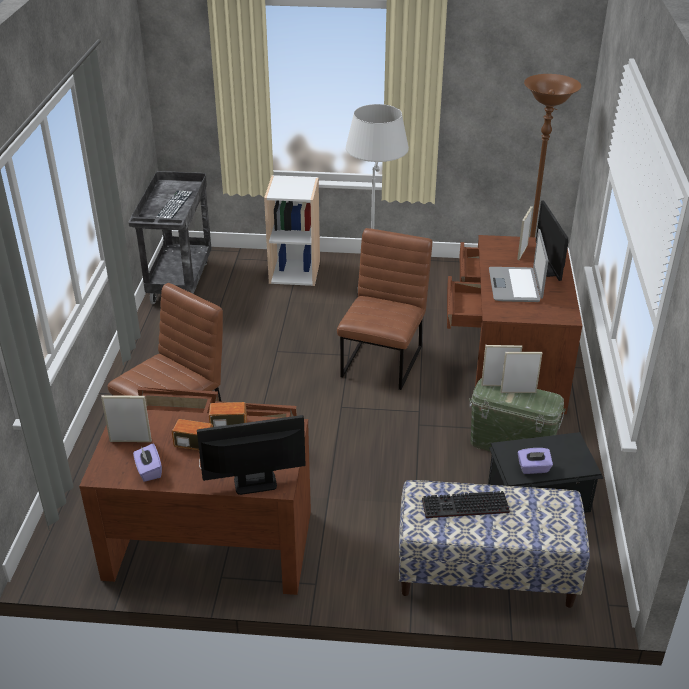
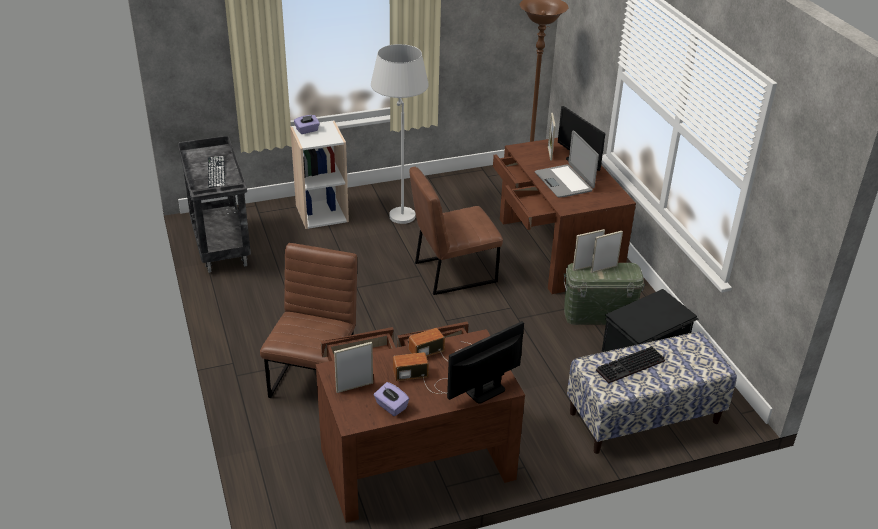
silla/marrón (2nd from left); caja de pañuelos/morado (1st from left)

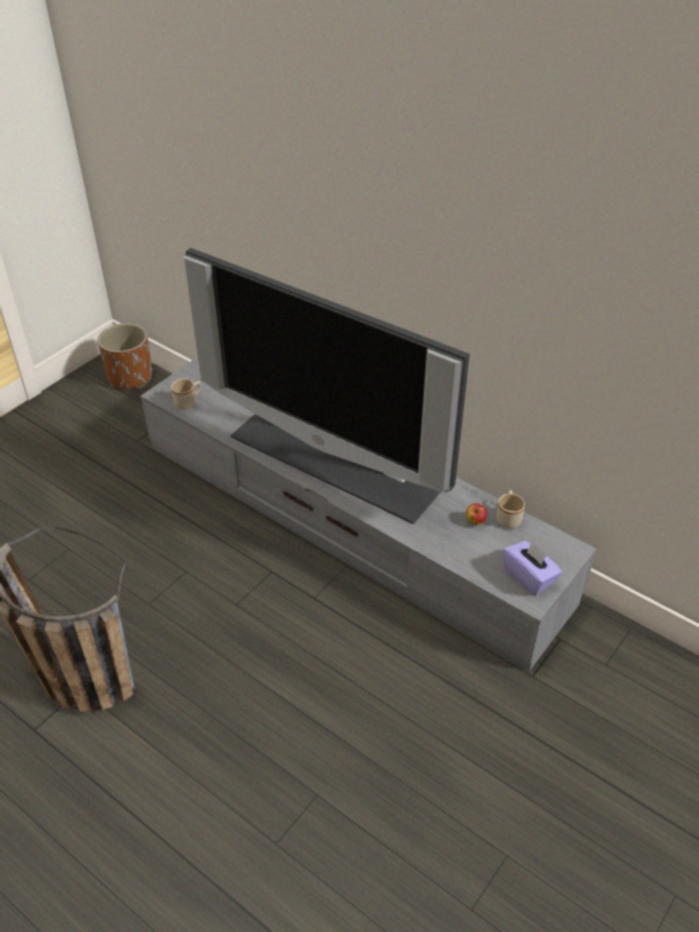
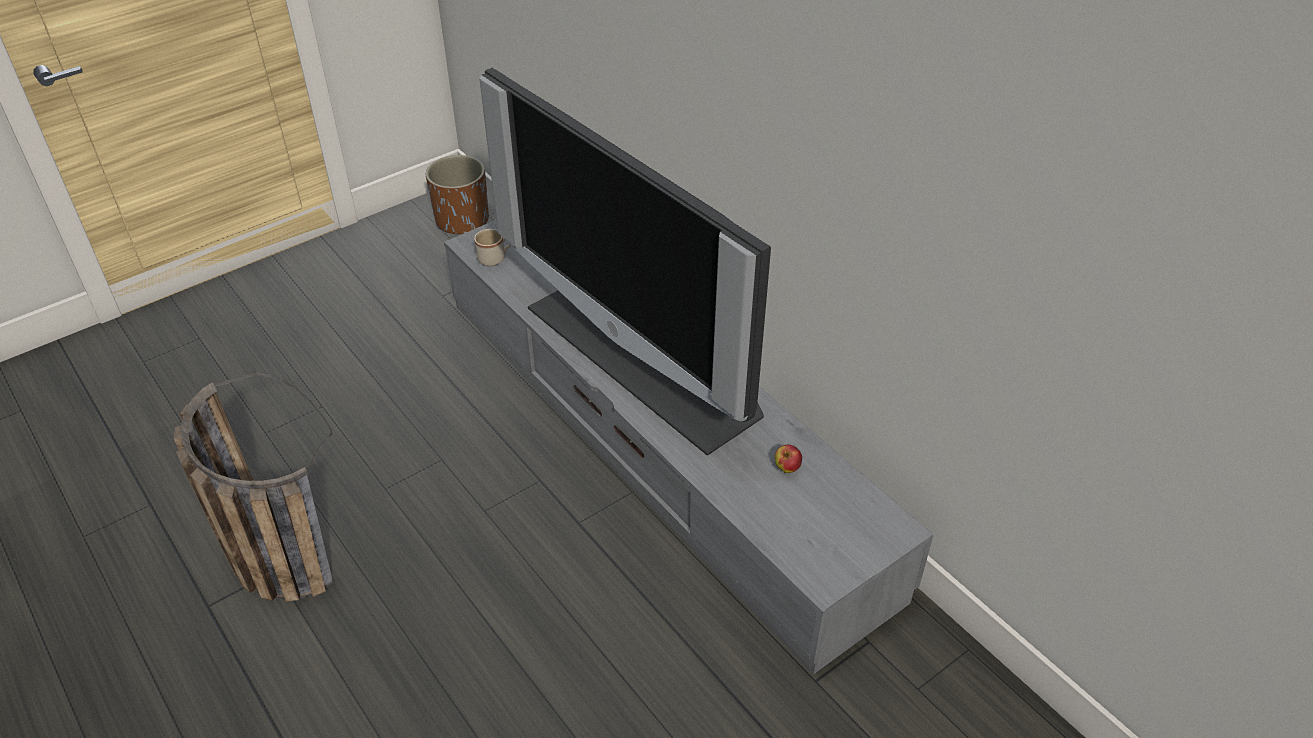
taza grande/beis (2nd from left in the first image); caja de pañuelos/morado

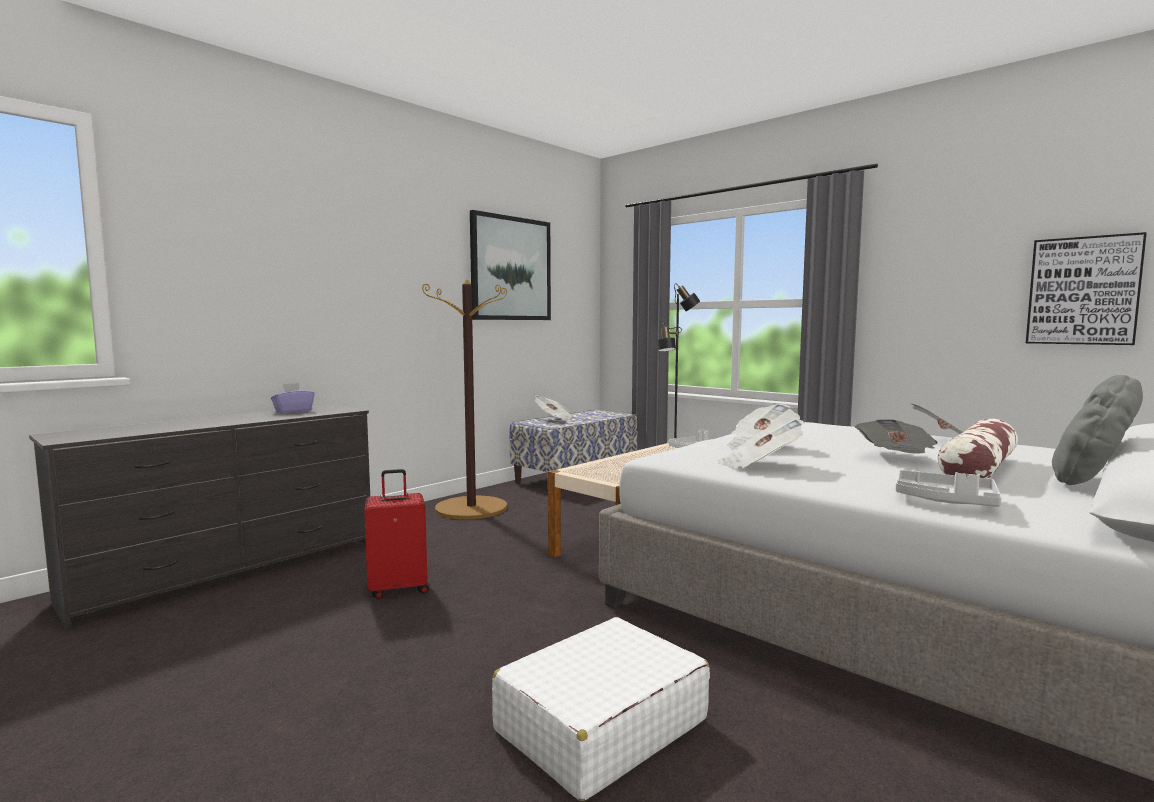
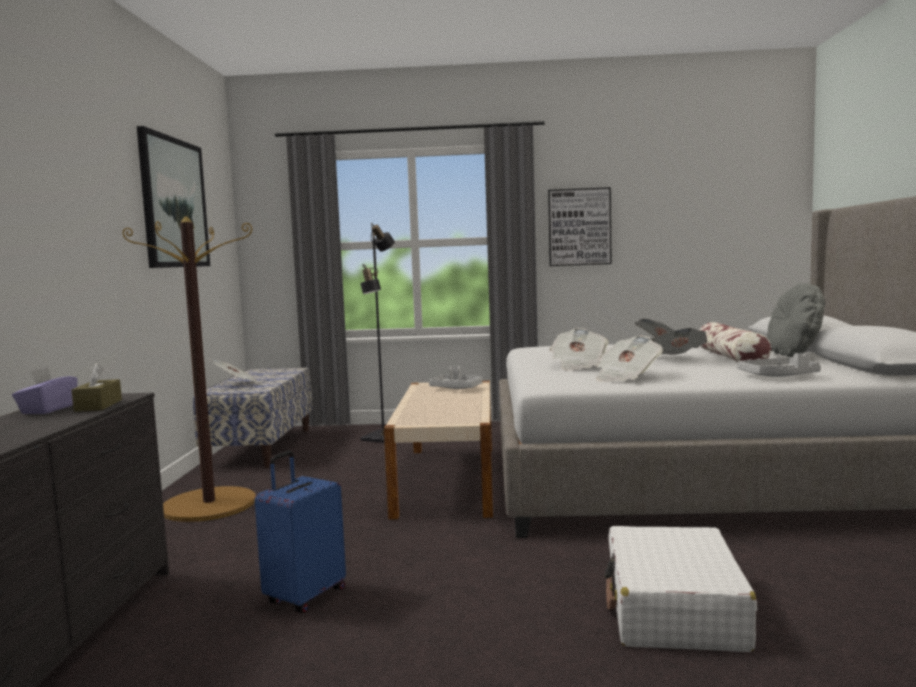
maleta/azul; cuadro (2nd from left); caja de pañuelos/marrón

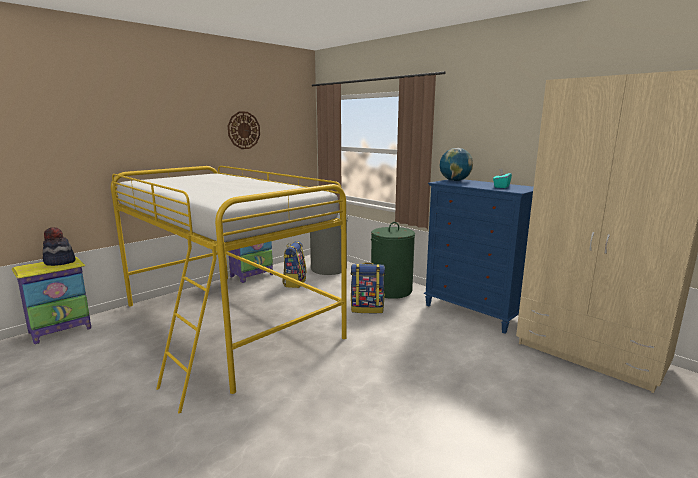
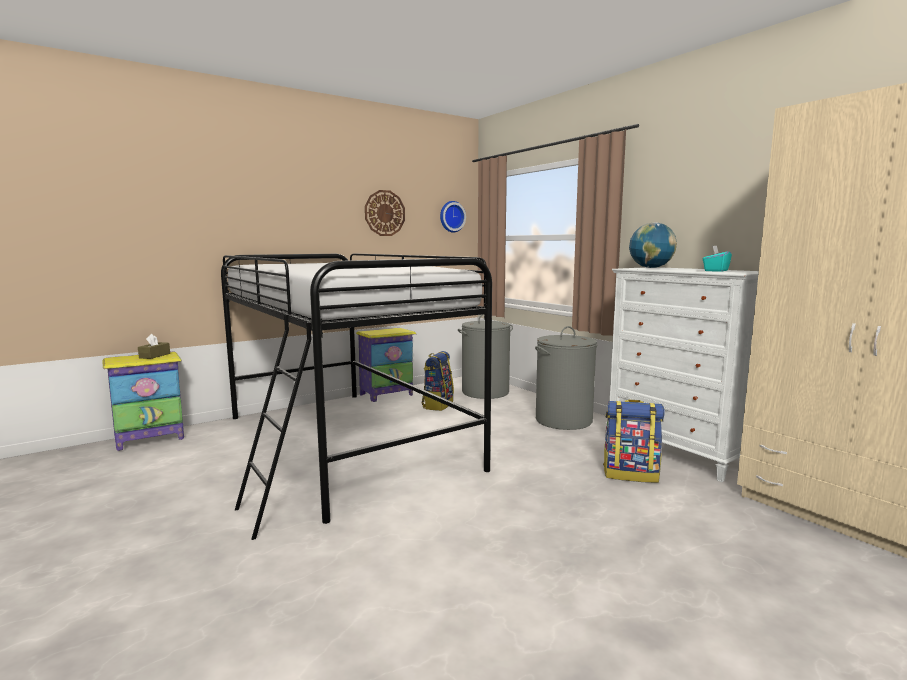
caja de pañuelos/marrón; cama/negro; mochila (2nd from left); cesto de la ropa/gris (2nd from left); cómoda/blanco; reloj de pared (2nd from left)

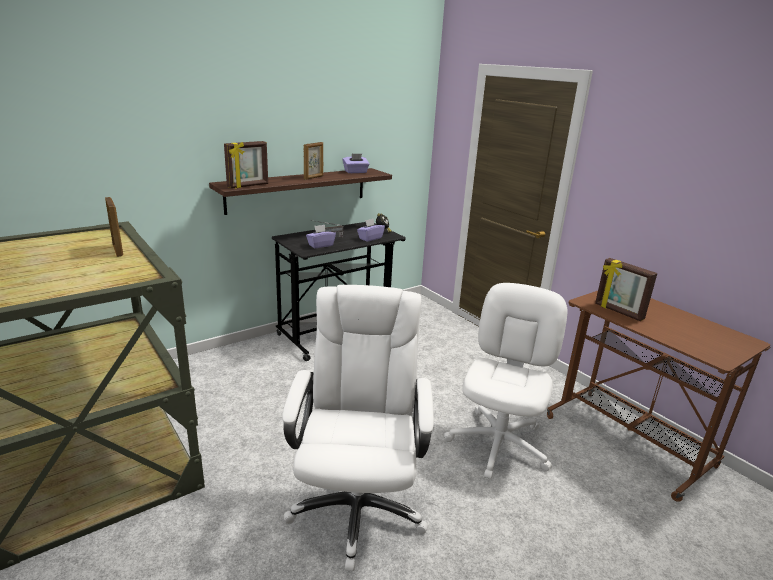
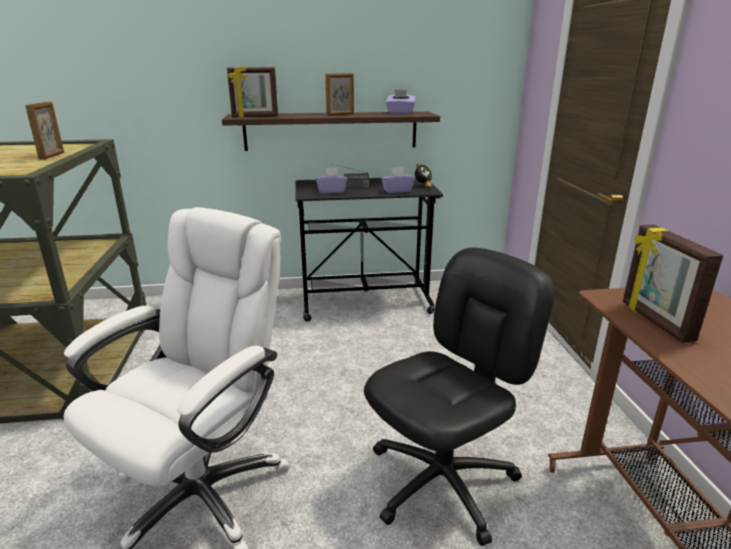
silla de oficina/negro

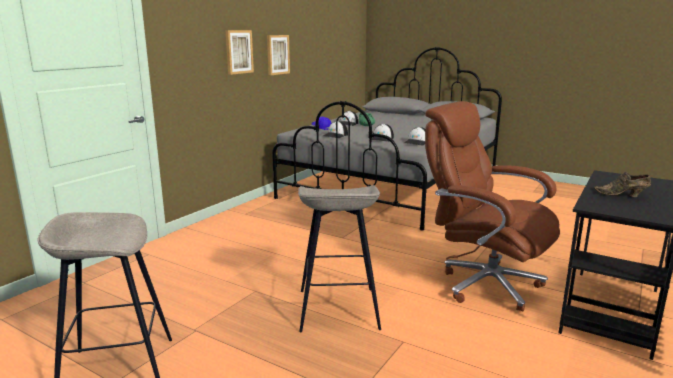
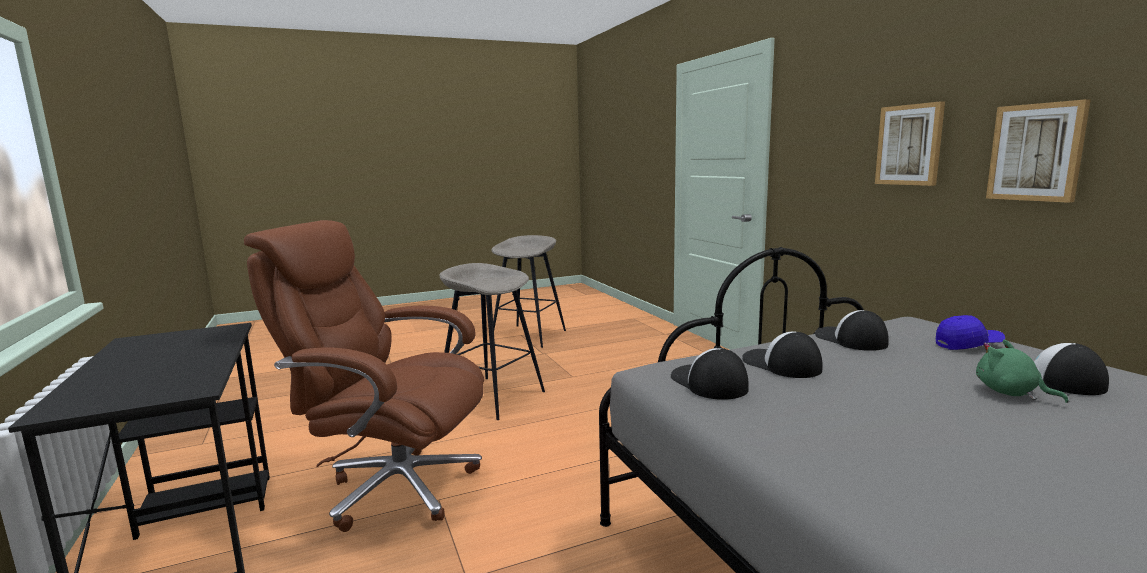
silla de oficina/marrón; zapato/marrón

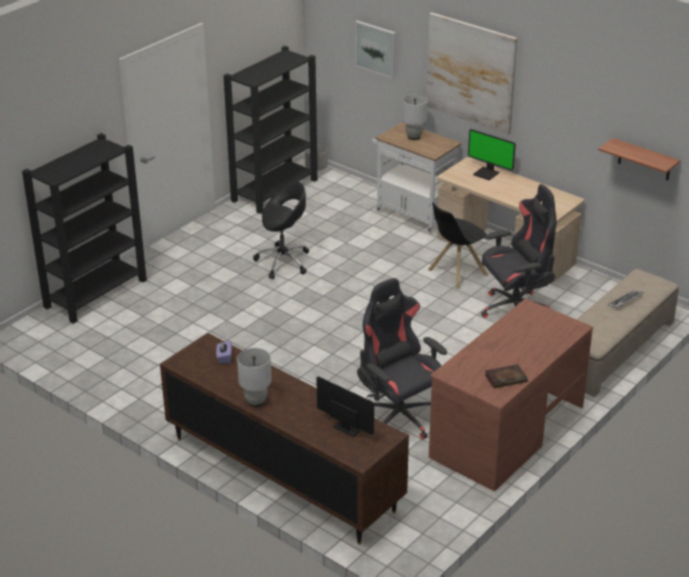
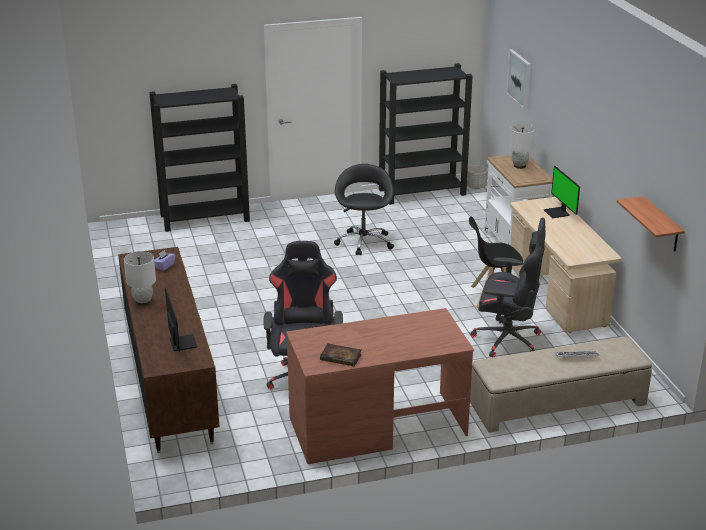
silla de oficina/negro (2nd from left); cuadro (2nd from left in the first image)

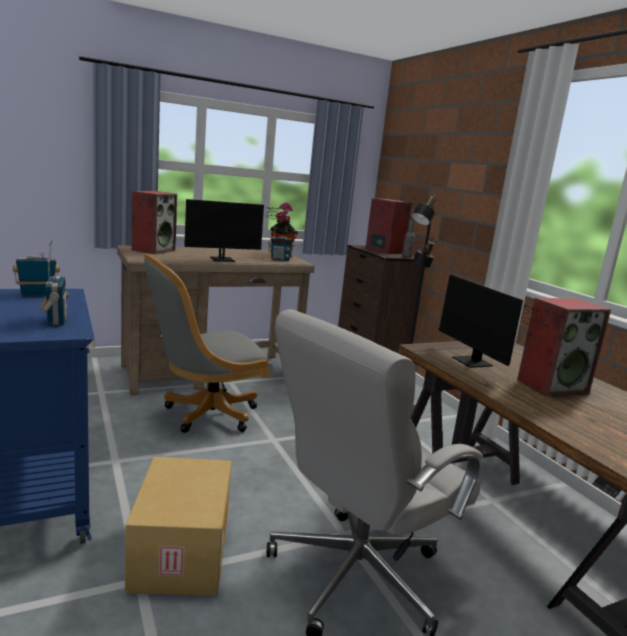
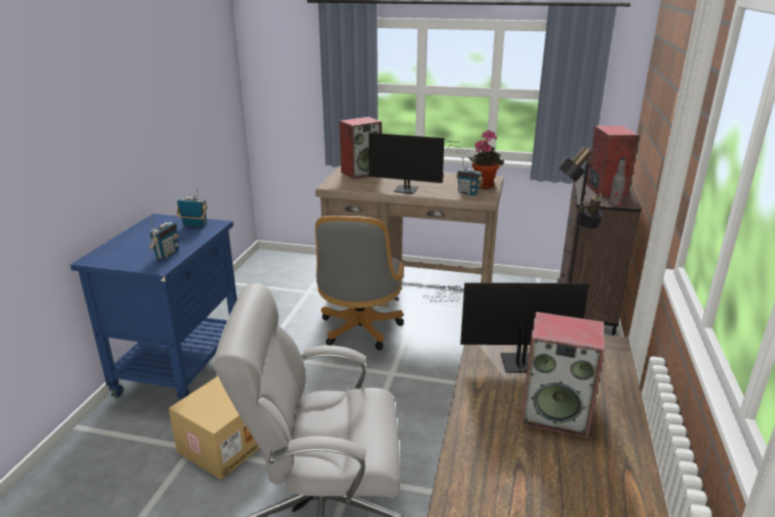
silla de oficina/gris (2nd from left); monitor (2nd from left)

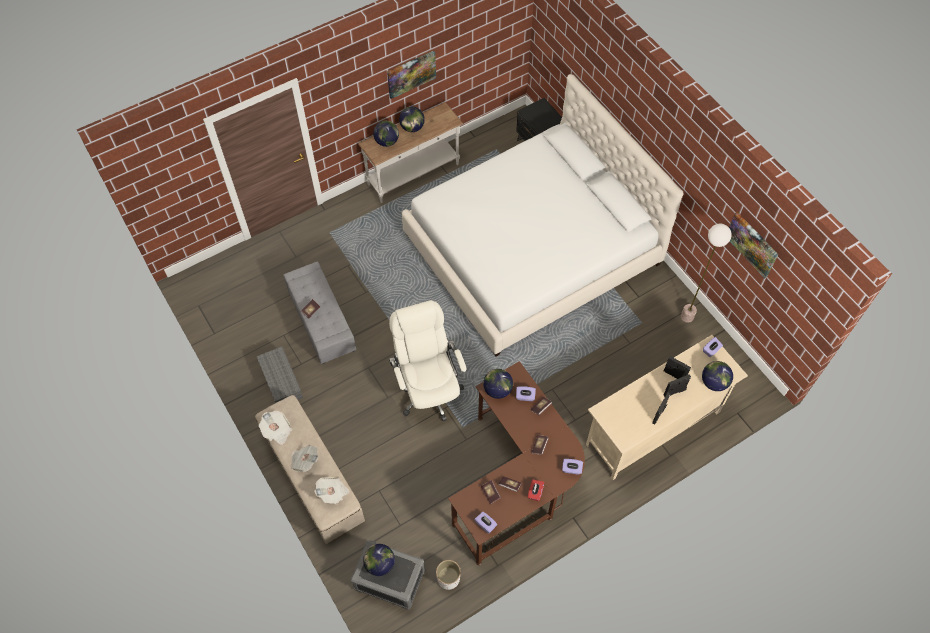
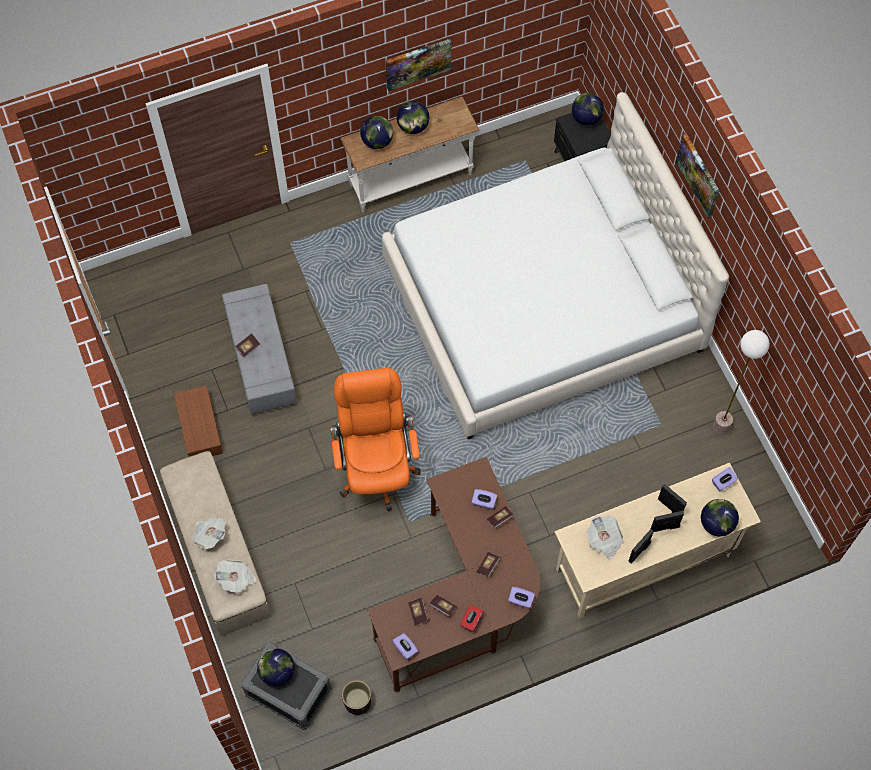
caja de almacenaje/marrón; periódico (3rd from left); silla de oficina/naranja; maceta/negro; globo terráqueo (4th from left); cuadro (2nd from left)

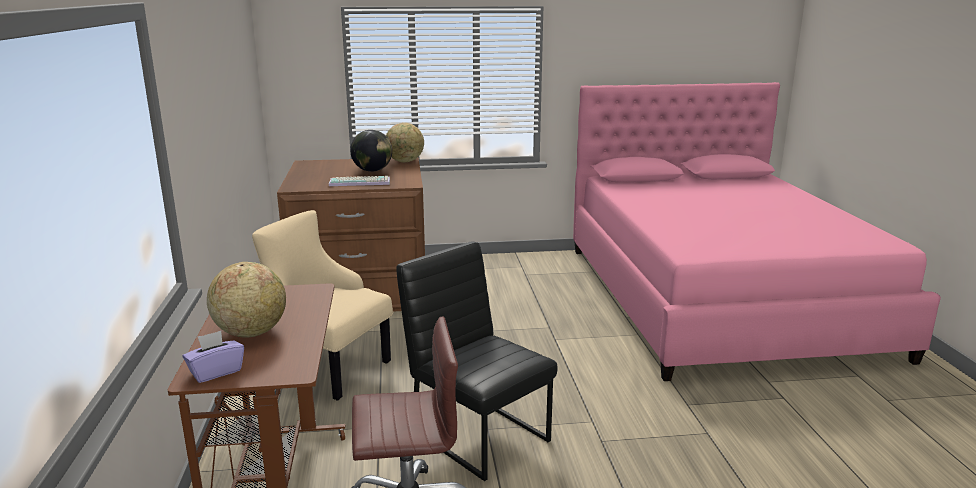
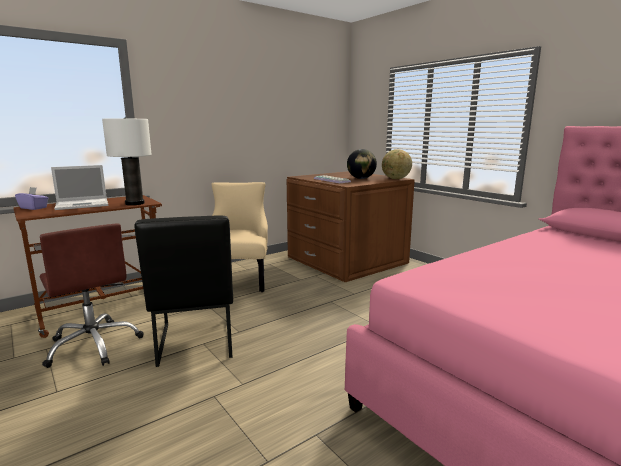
portátil; silla/negro; lámpara de mesa/blanco

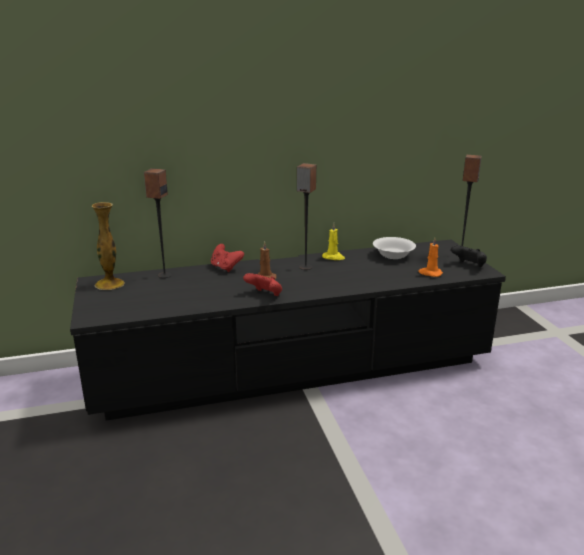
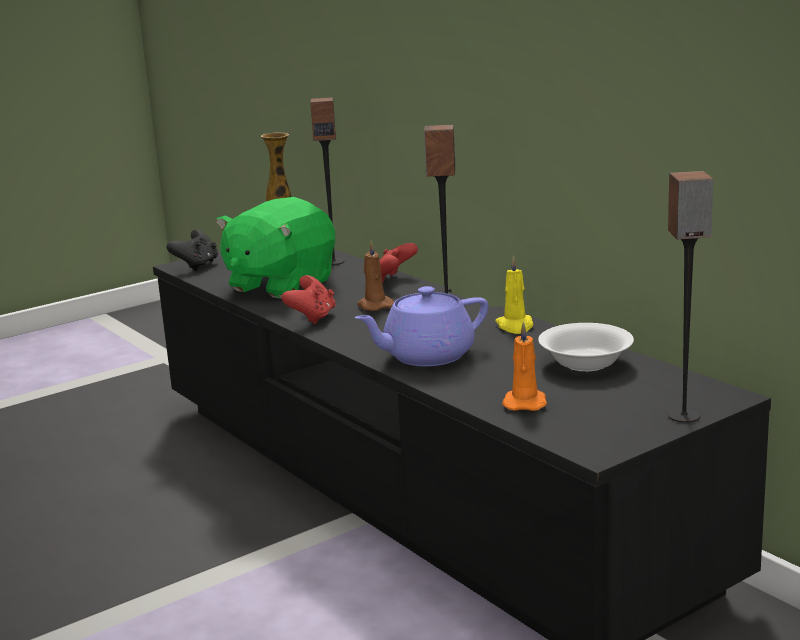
mando de consola/negro; peluche/verde; tetera/morado

